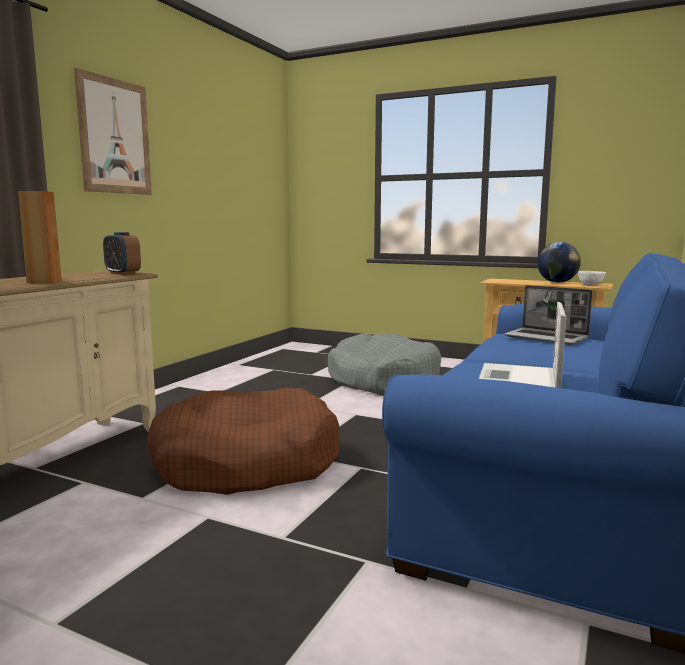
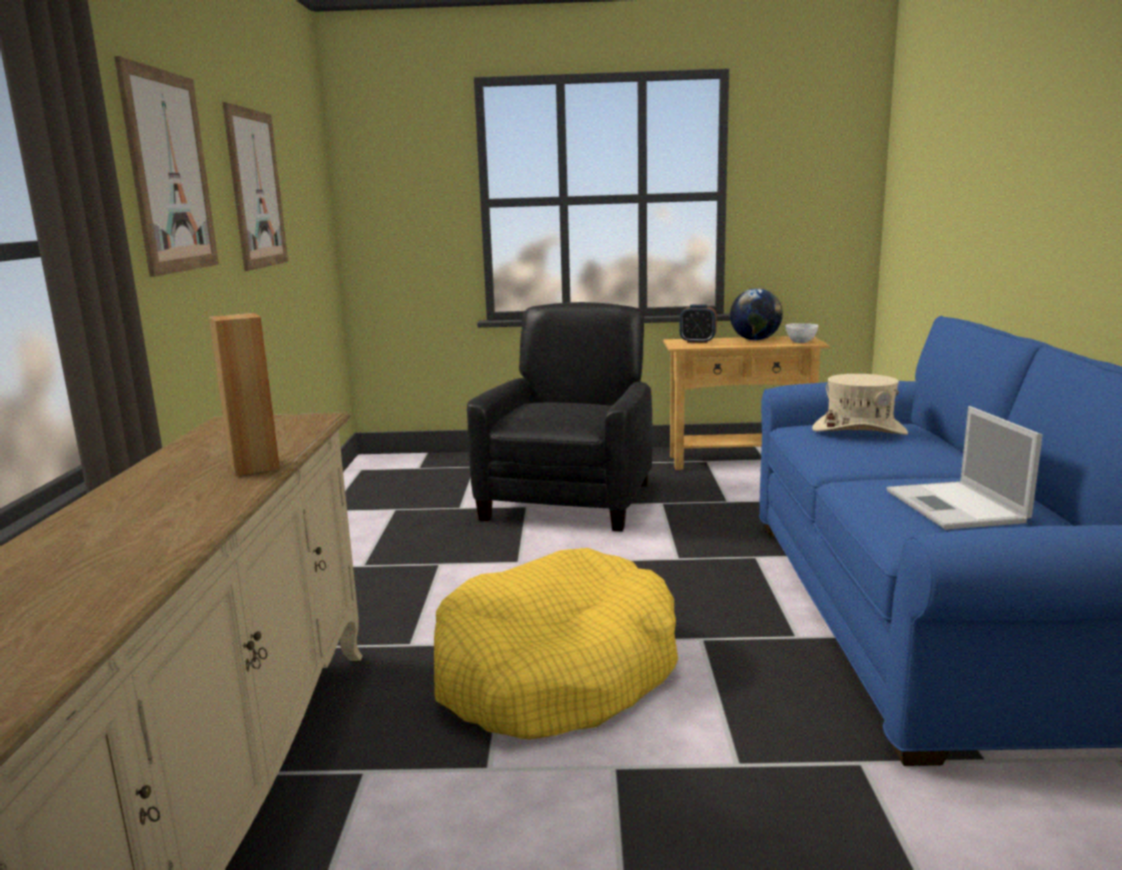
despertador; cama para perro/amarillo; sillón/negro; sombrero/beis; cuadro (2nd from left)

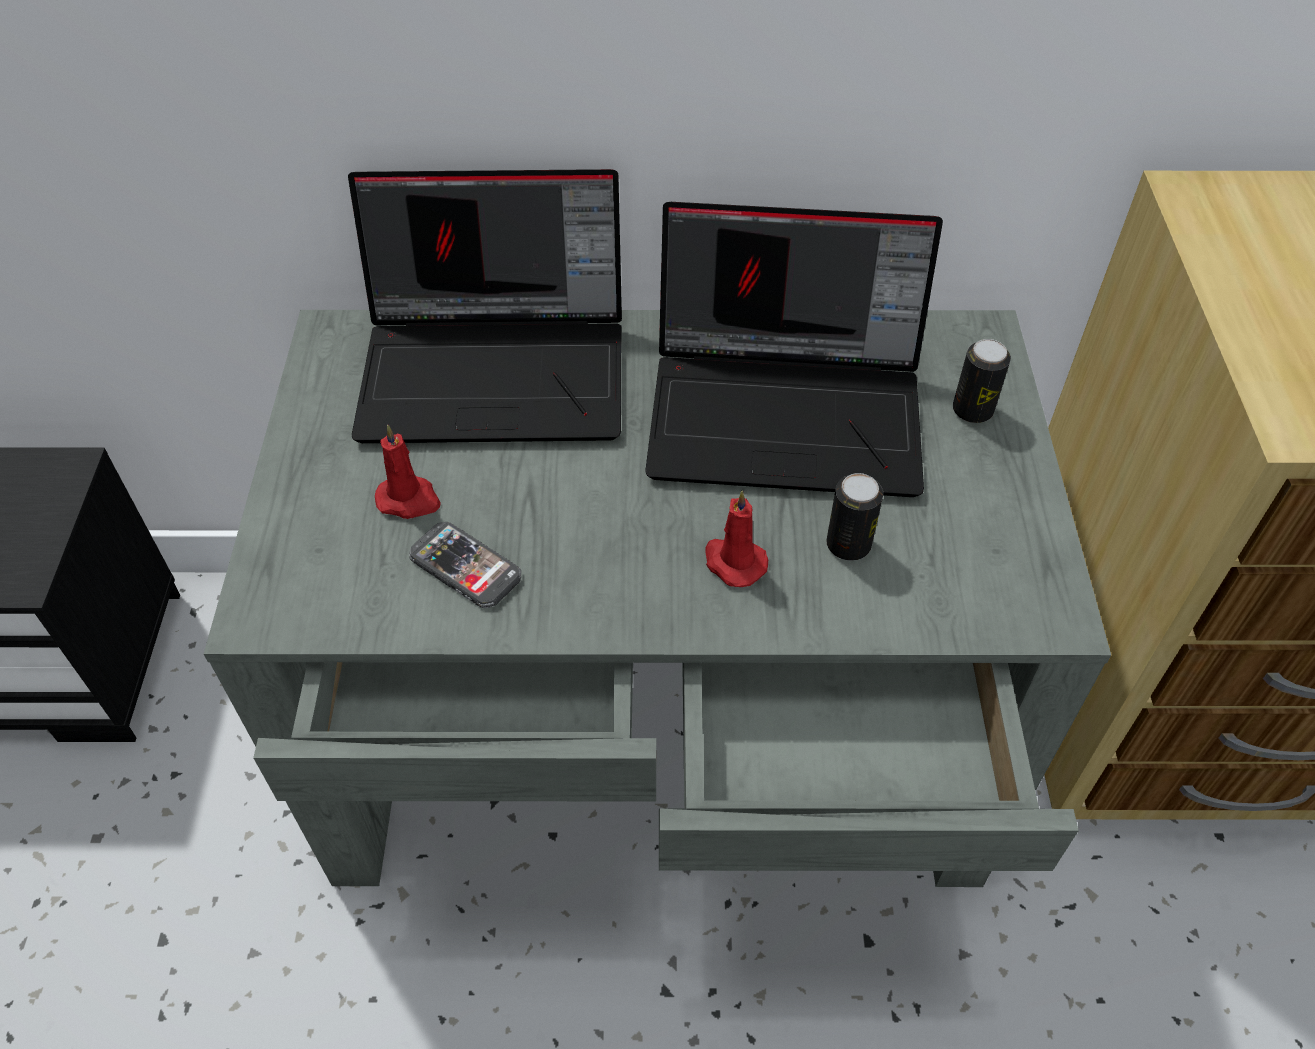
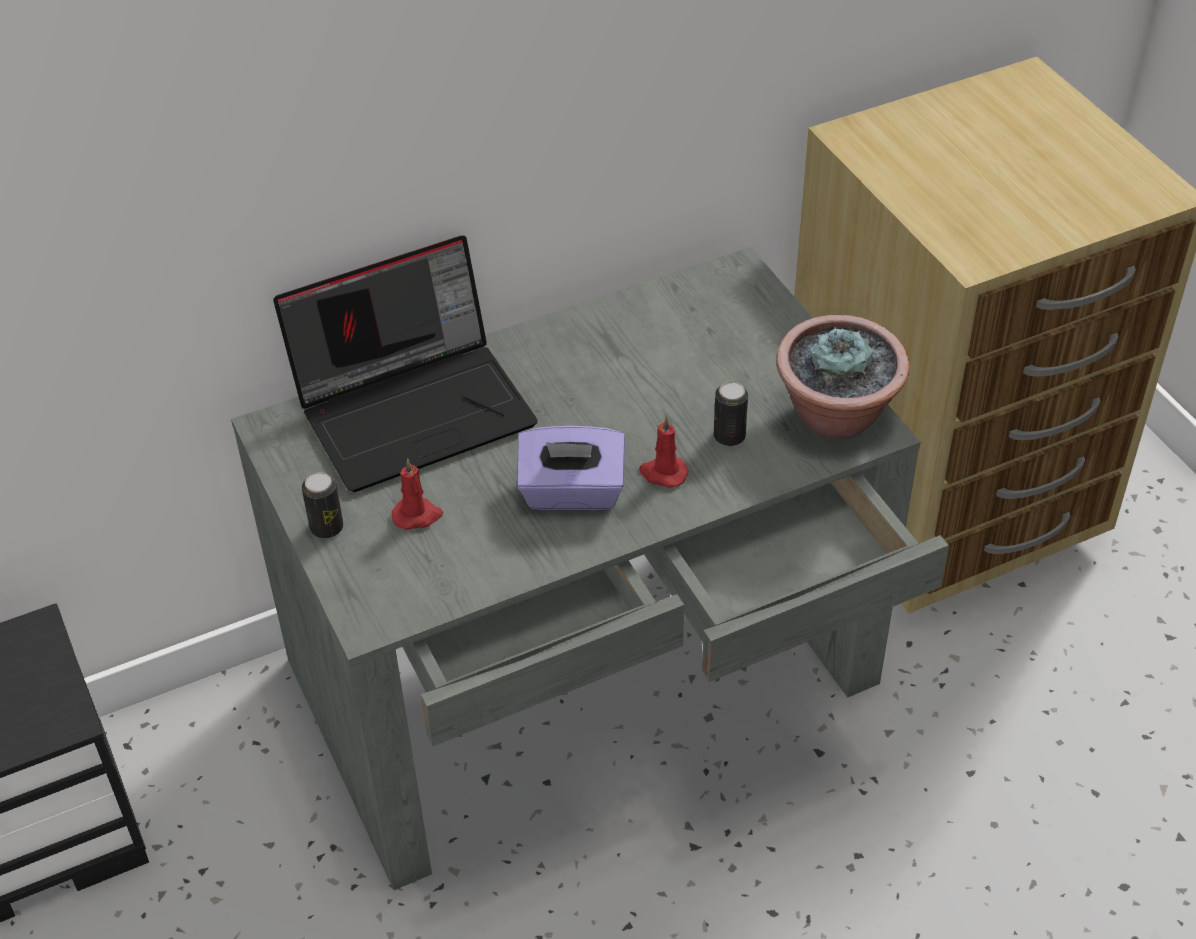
móvil; portátil (2nd from left in the first image); lata (1st from left); caja de pañuelos/morado; planta en maceta

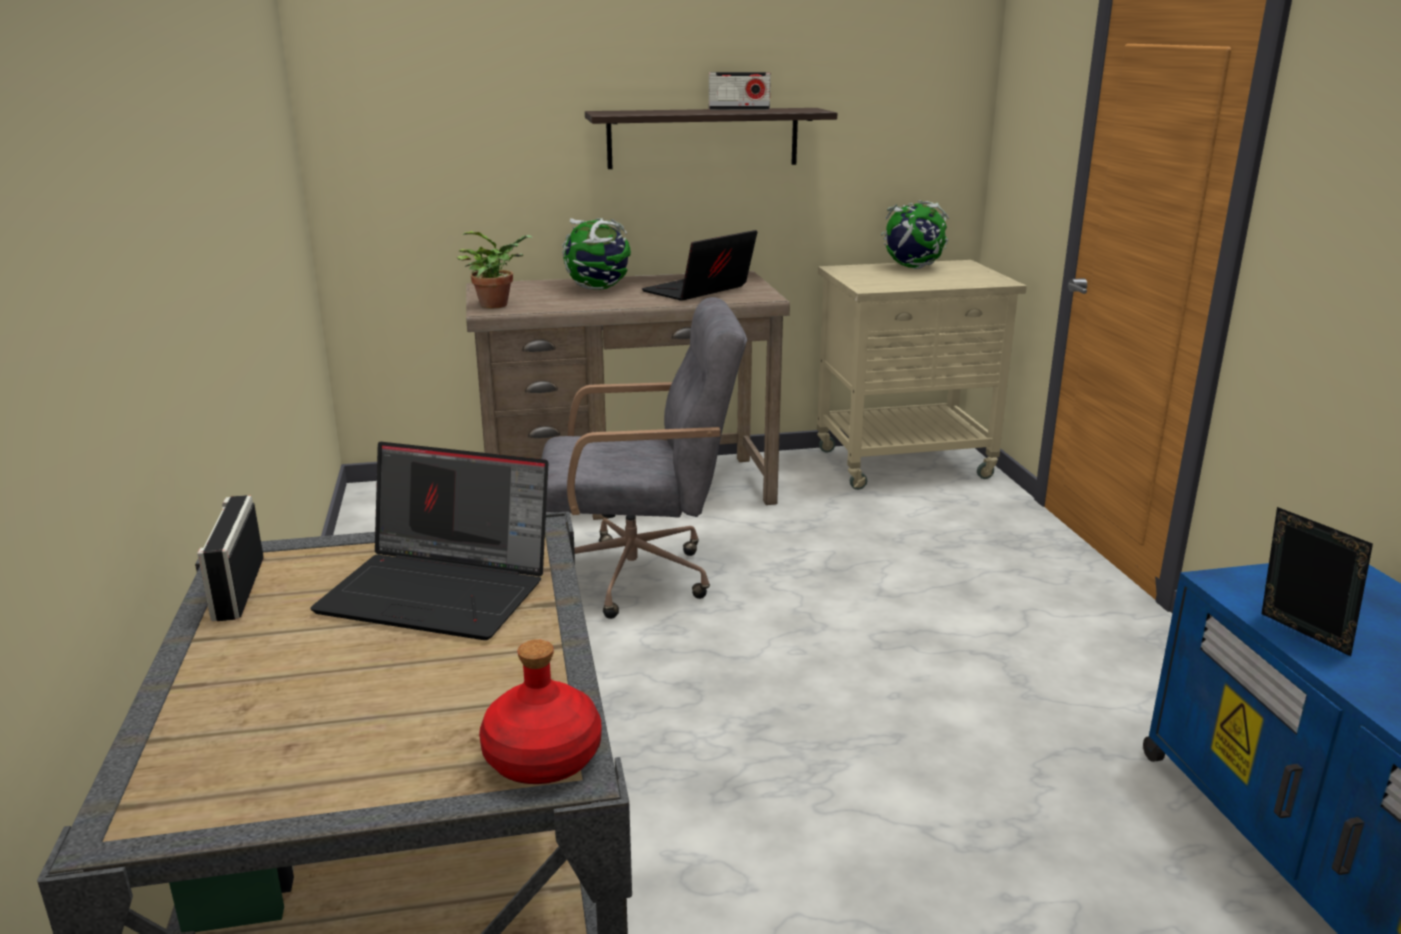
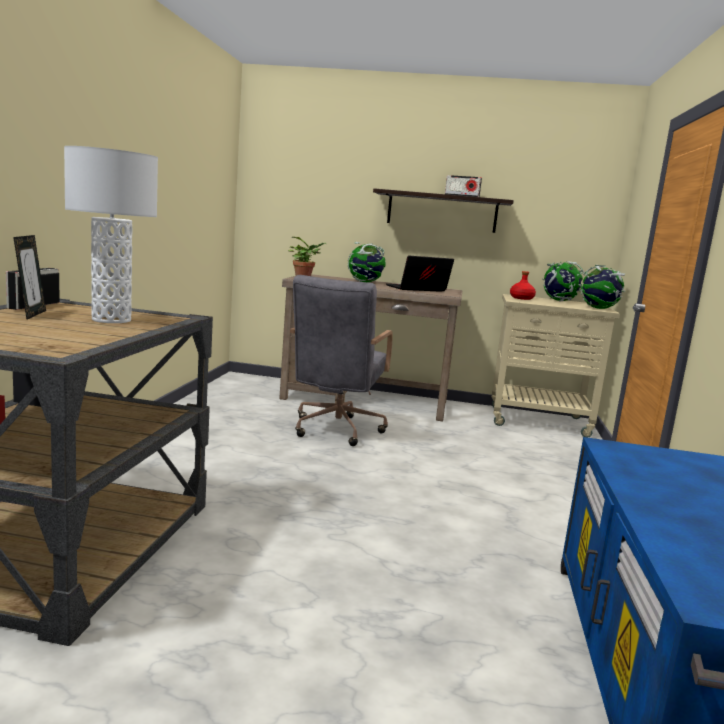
lámpara de mesa/blanco; botella/rojo; silla de oficina/gris; portarretratos; globo terráqueo (3rd from left)

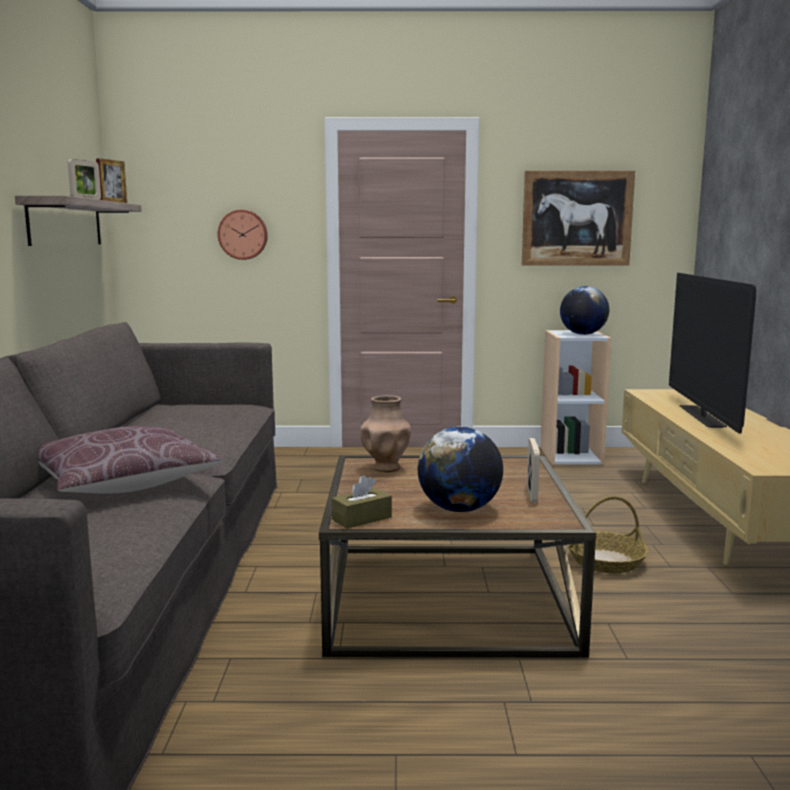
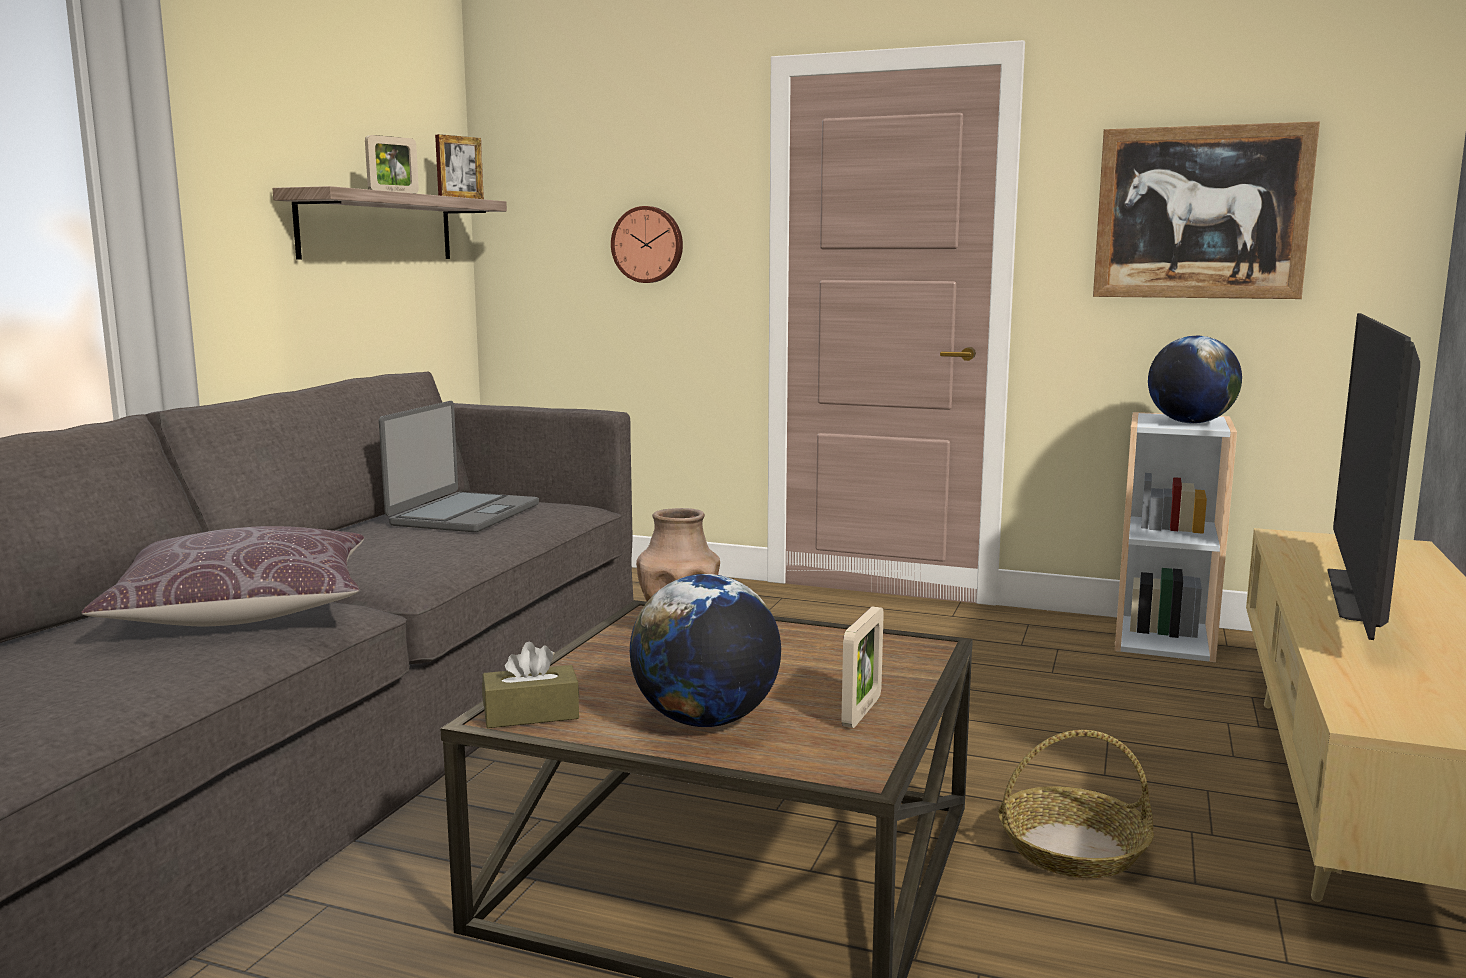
portátil

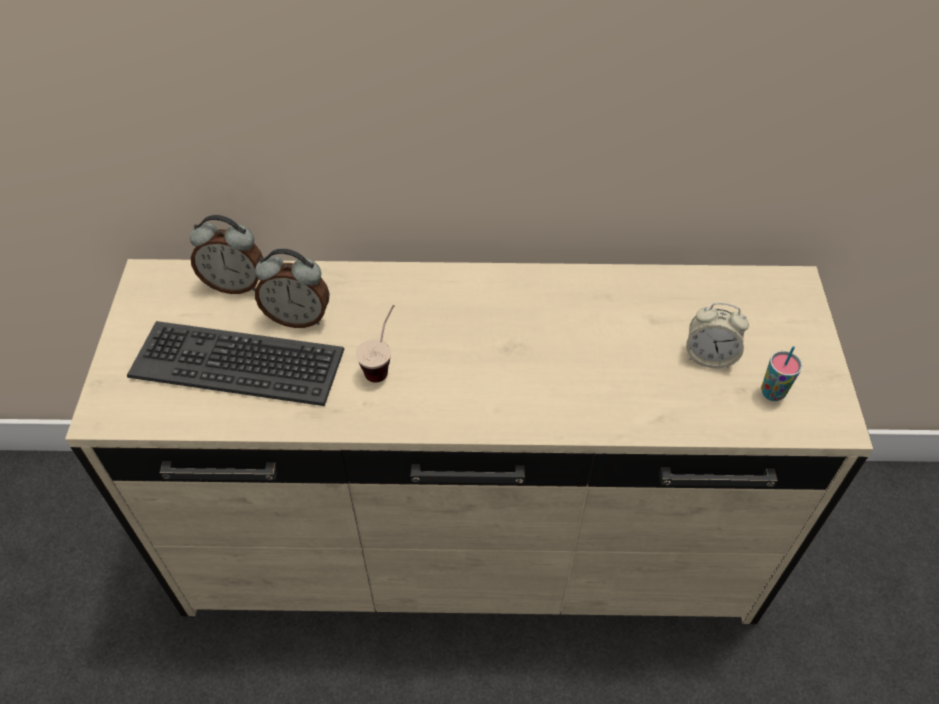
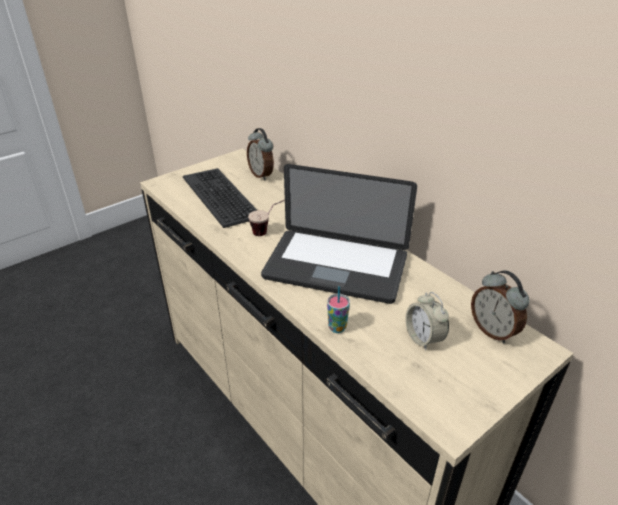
despertador (3rd from left); taza (2nd from left); portátil

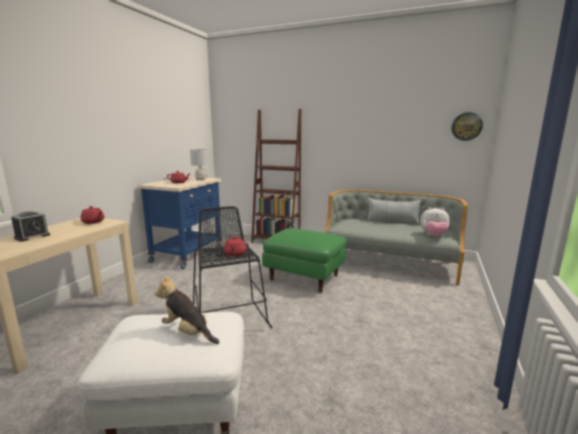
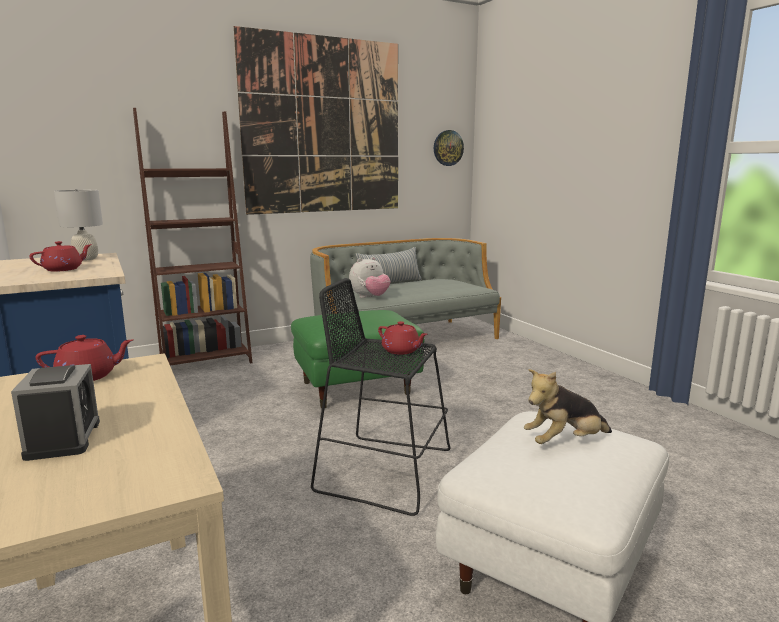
peluche (1st from left); cuadro

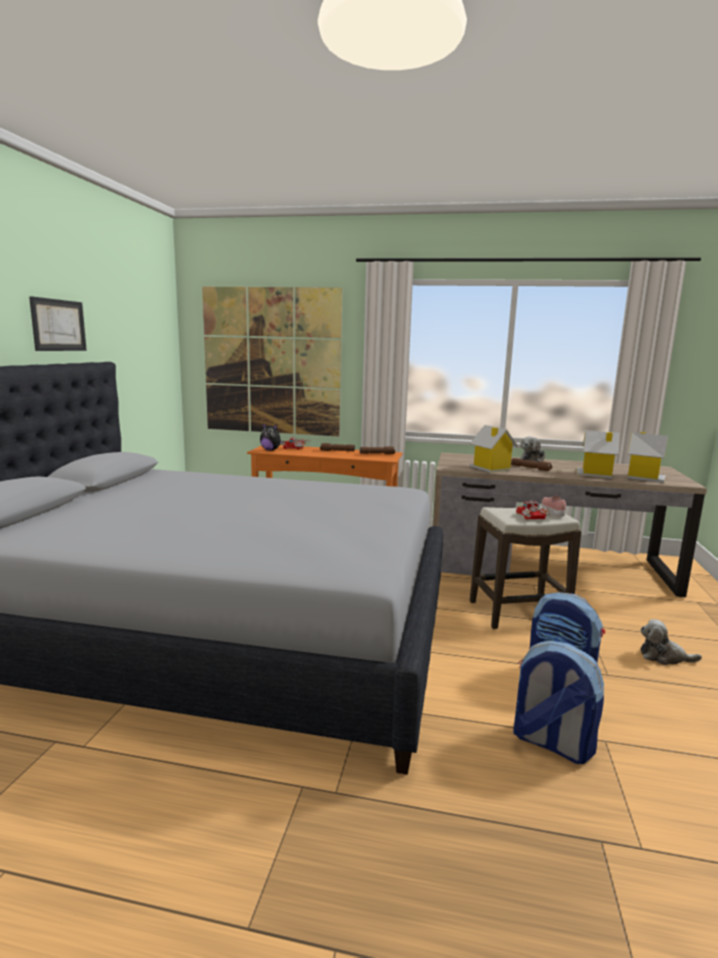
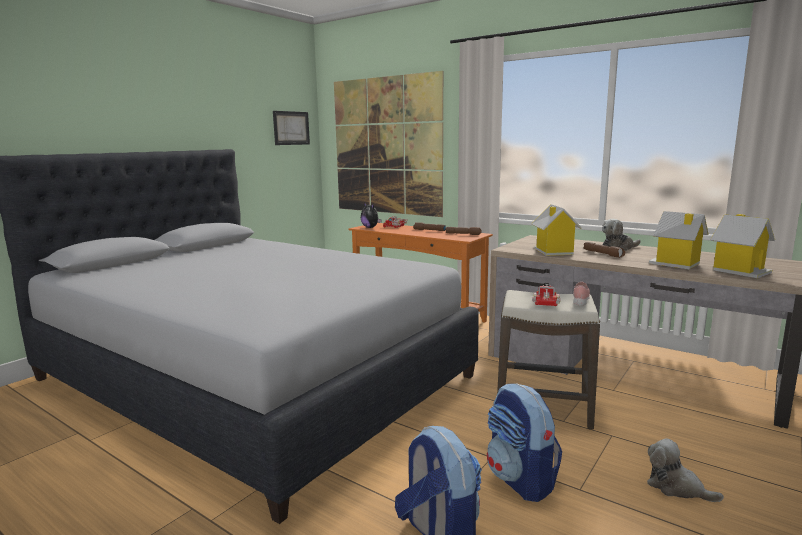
cuadro (1st from left)

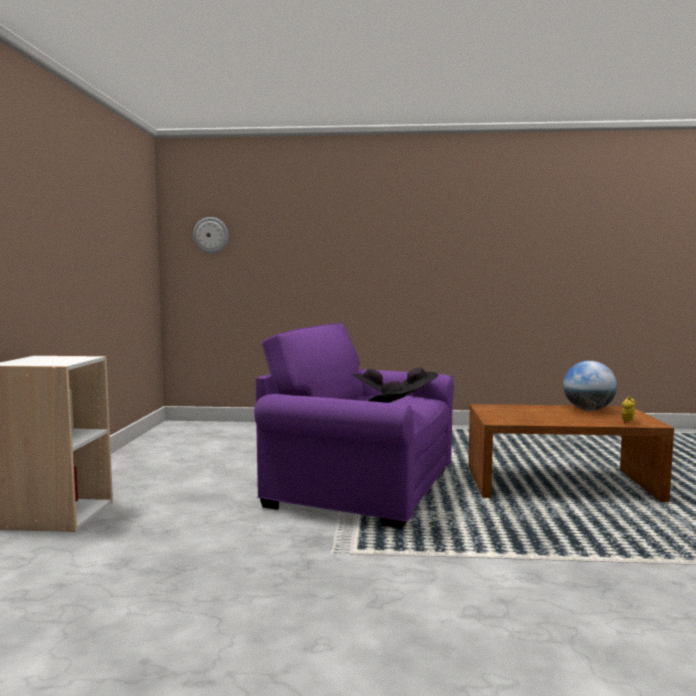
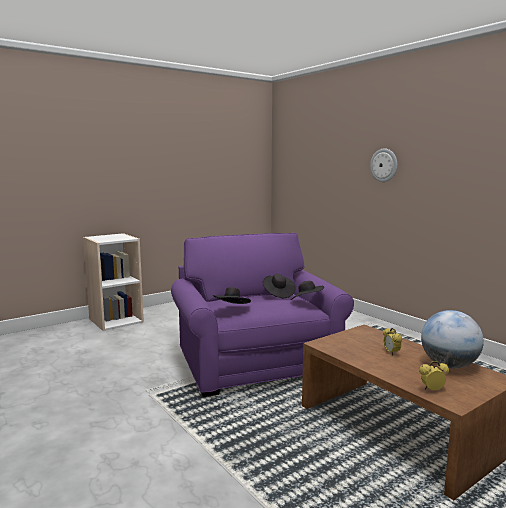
reloj de pared; despertador (1st from left)

